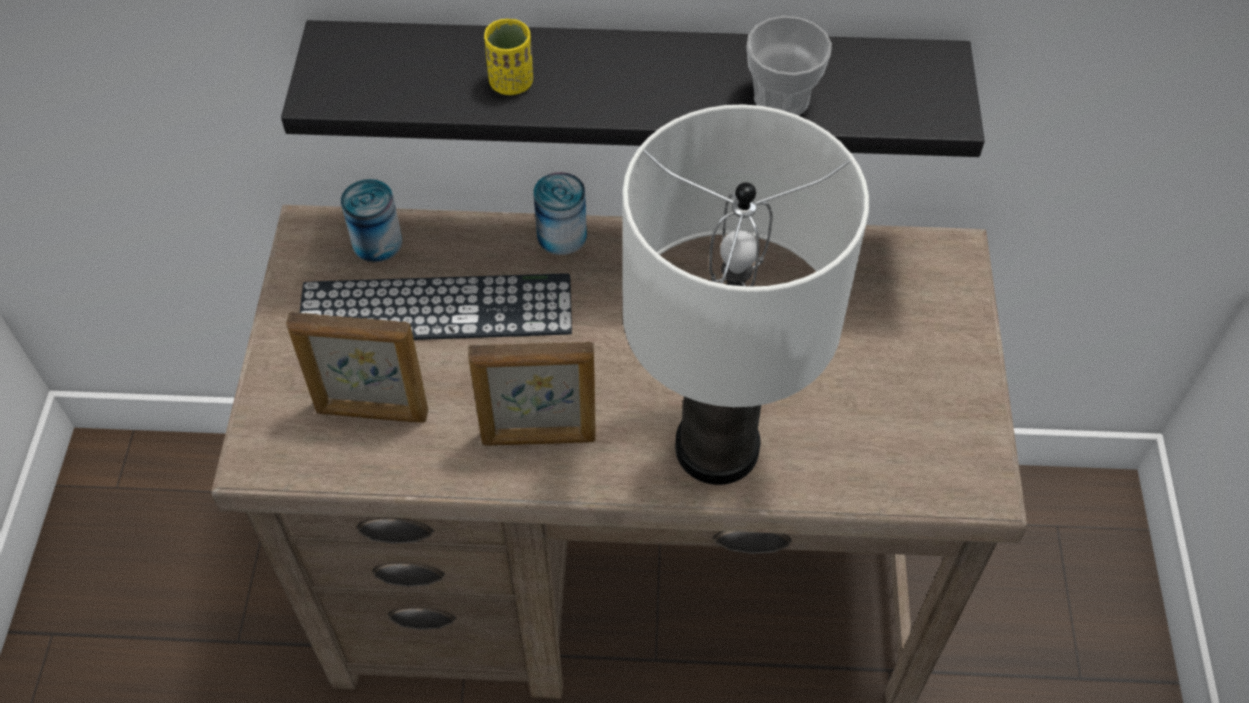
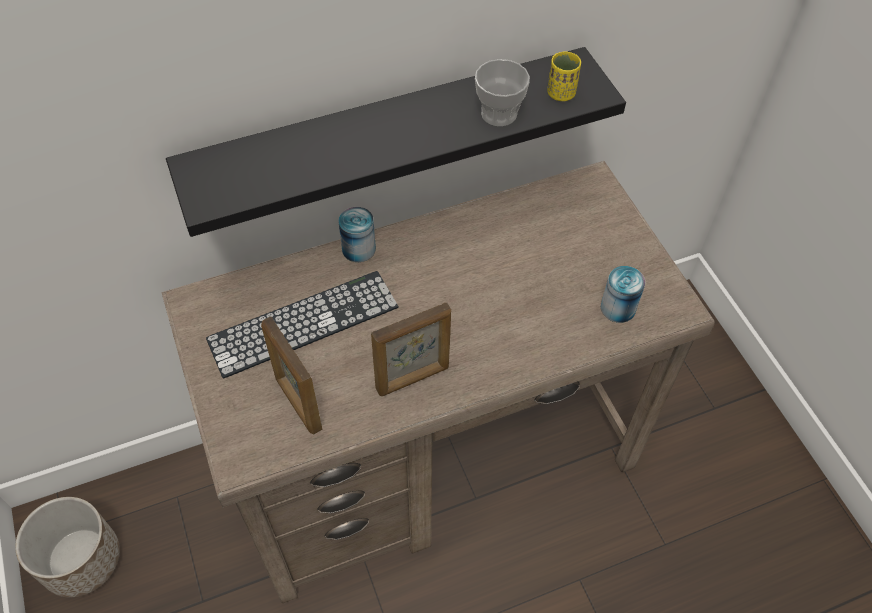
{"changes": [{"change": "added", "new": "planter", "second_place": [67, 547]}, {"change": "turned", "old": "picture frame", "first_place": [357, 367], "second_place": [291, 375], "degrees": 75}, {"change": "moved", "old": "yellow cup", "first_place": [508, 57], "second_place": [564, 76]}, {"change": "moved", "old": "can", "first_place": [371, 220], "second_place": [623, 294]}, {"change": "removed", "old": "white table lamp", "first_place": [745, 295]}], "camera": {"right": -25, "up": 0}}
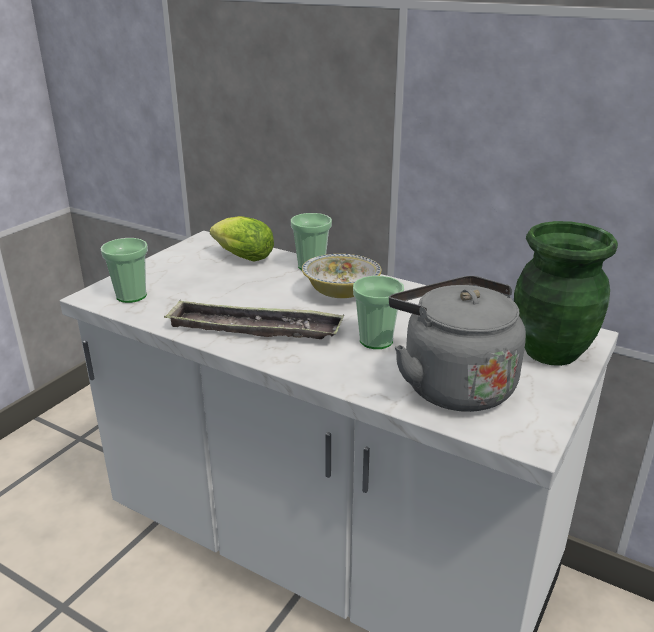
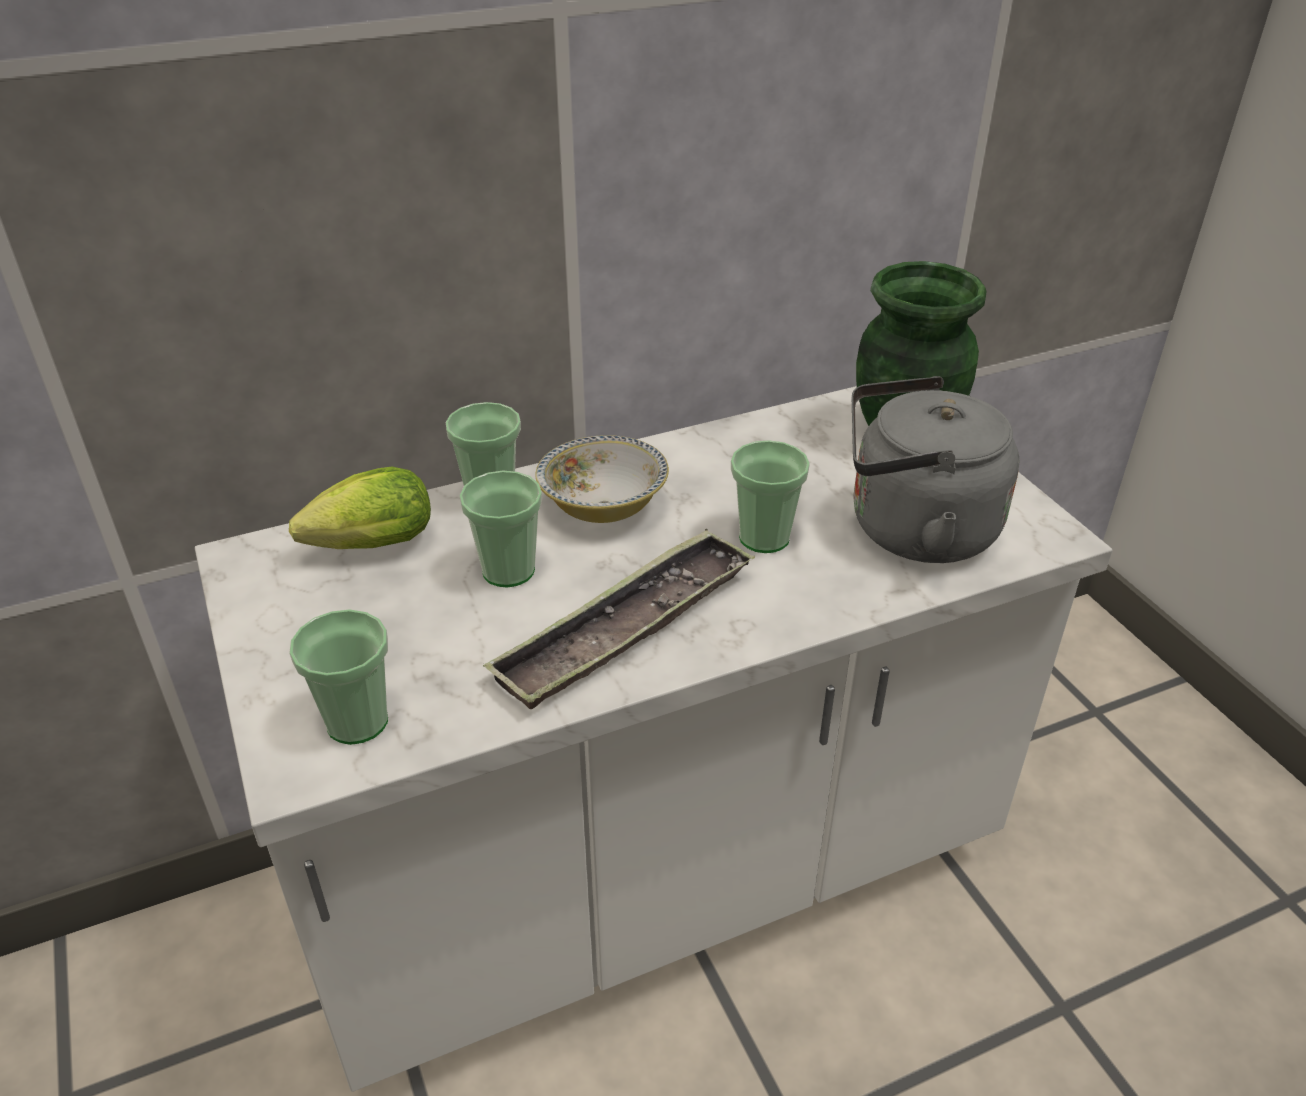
{"changes": [{"change": "added", "new": "cup", "second_place": [500, 529]}], "camera": {"right": -55, "up": 10}}
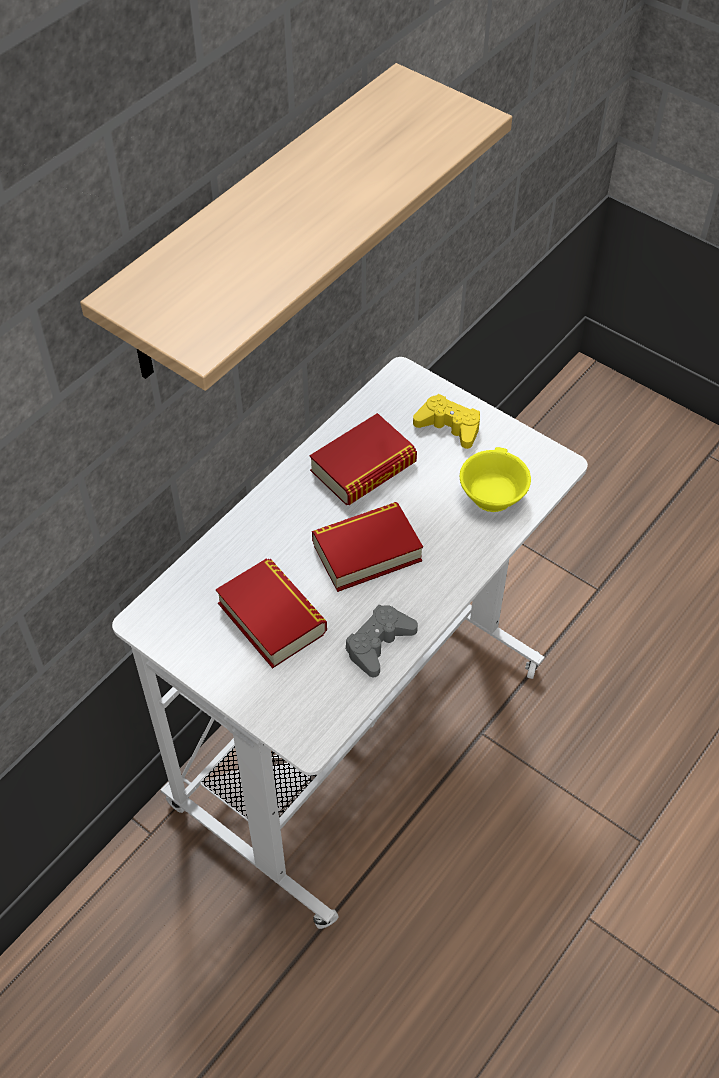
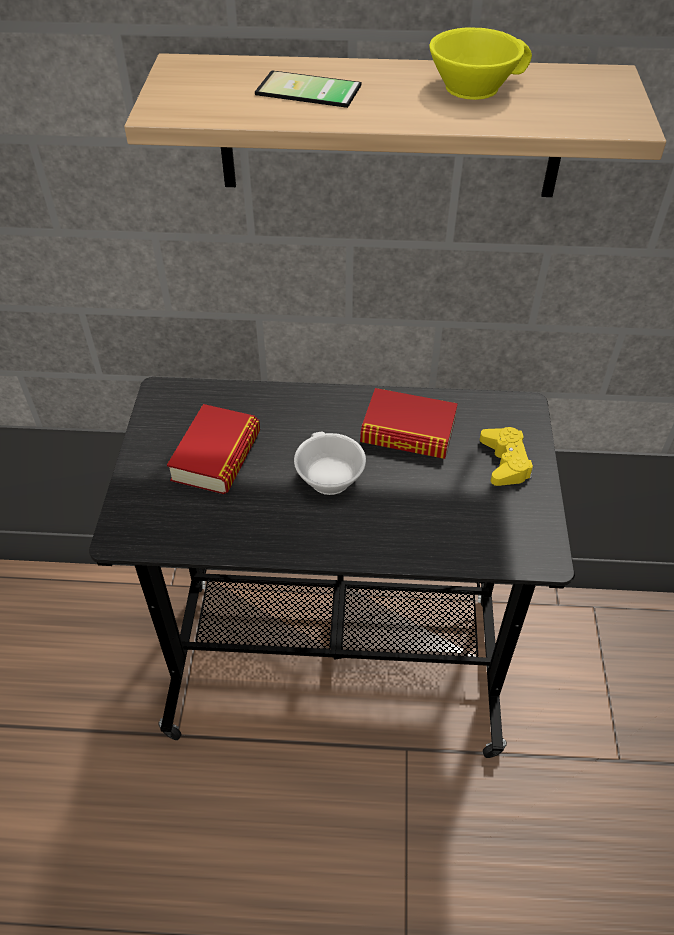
{"changes": [{"change": "recoloured", "old": "white desk", "new": "black desk", "first_place": [350, 643], "second_place": [332, 567]}, {"change": "added", "new": "phone", "second_place": [308, 89]}, {"change": "replaced", "old": "book", "new": "white cup", "first_place": [367, 547], "second_place": [330, 463]}, {"change": "moved", "old": "yellow cup", "first_place": [495, 479], "second_place": [480, 63]}, {"change": "removed", "old": "grey game controller", "first_place": [381, 641]}], "camera": {"right": 55, "up": -5}}
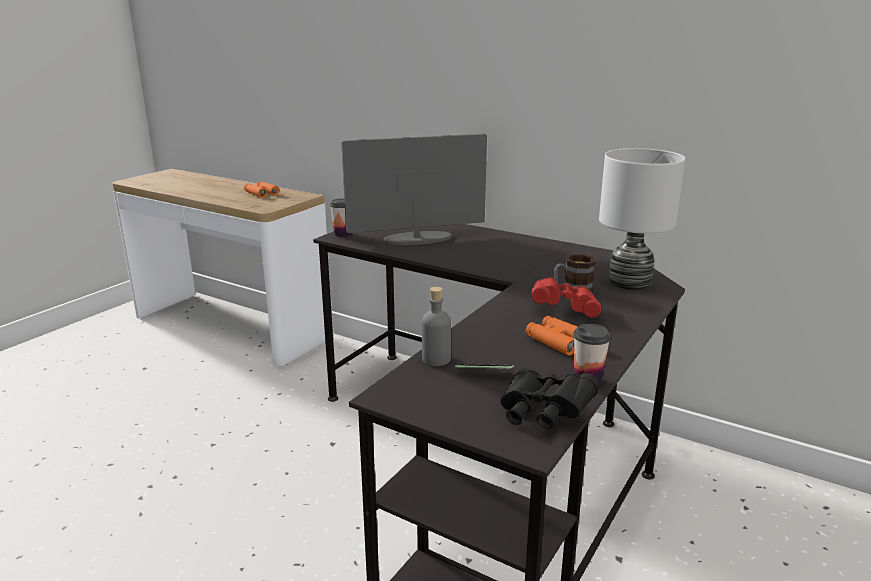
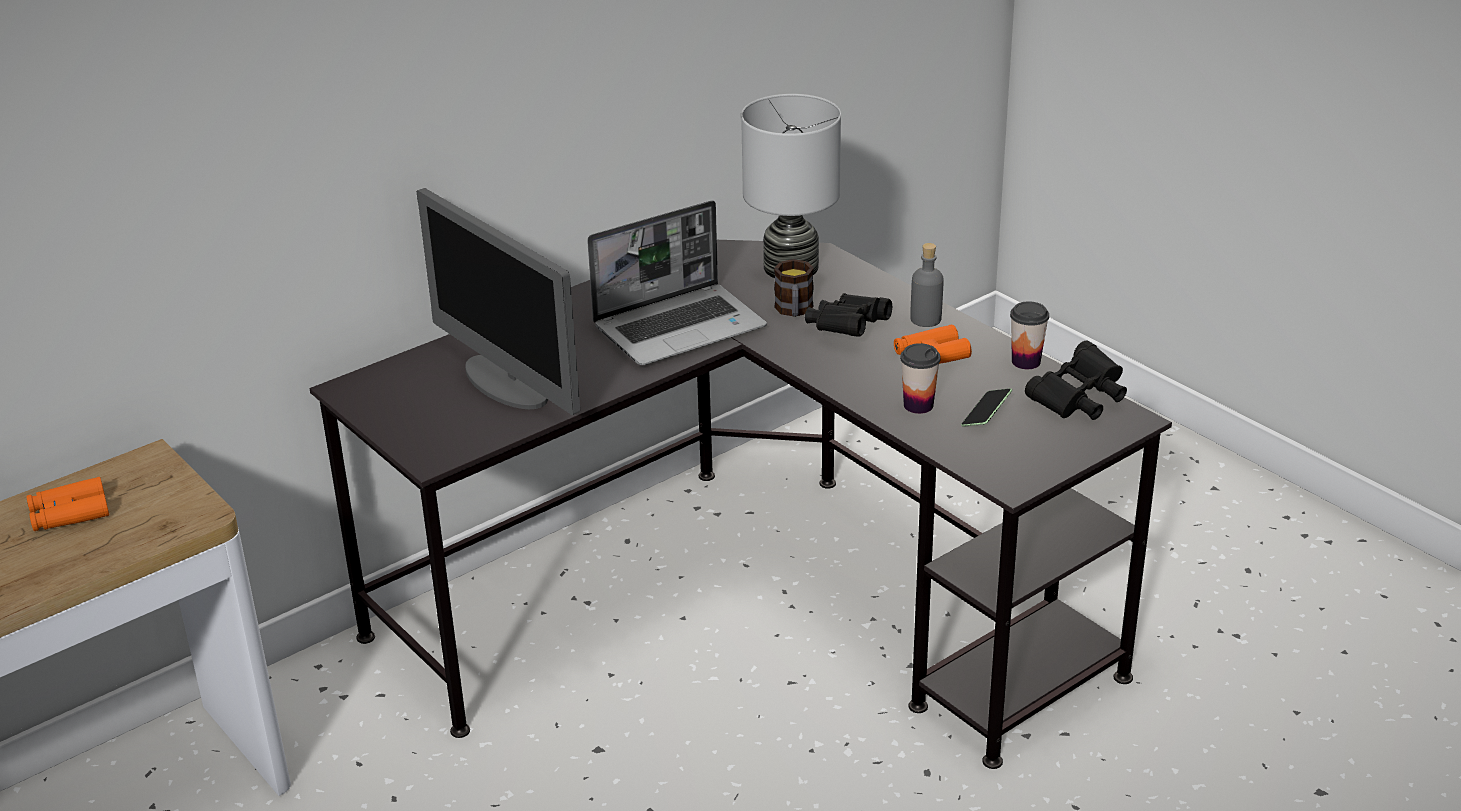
{"changes": [{"change": "turned", "old": "monitor", "first_place": [414, 189], "second_place": [498, 301], "degrees": -45}, {"change": "added", "new": "laptop", "second_place": [677, 282]}, {"change": "recoloured", "old": "red binoculars", "new": "black binoculars", "first_place": [566, 297], "second_place": [848, 315]}, {"change": "moved", "old": "cup", "first_place": [340, 218], "second_place": [920, 378]}, {"change": "moved", "old": "grey bottle", "first_place": [436, 326], "second_place": [927, 285]}], "camera": {"right": -70, "up": 10}}
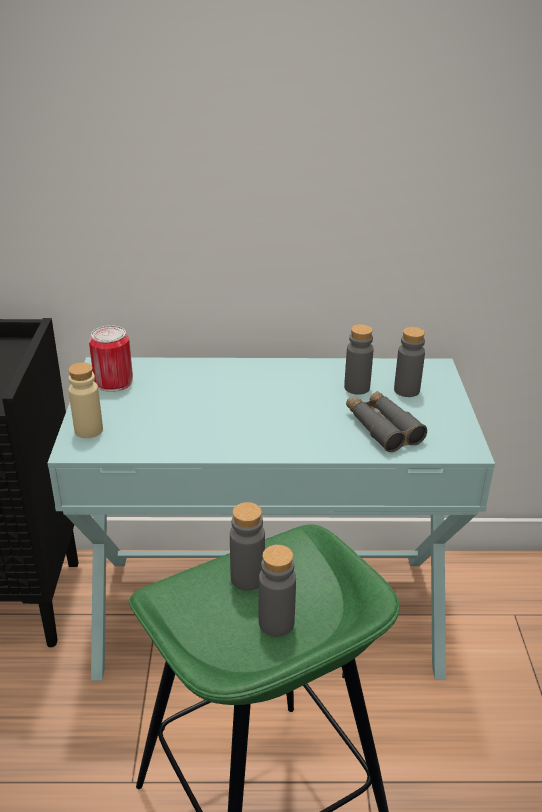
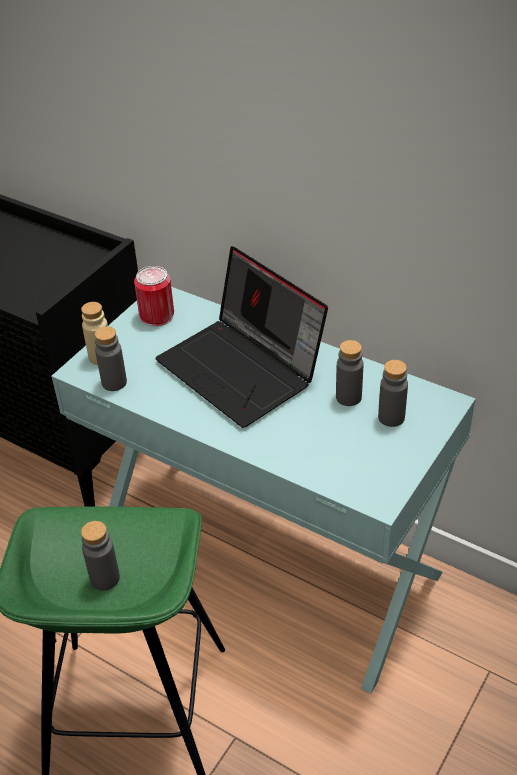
{"changes": [{"change": "moved", "old": "grey bottle", "first_place": [247, 546], "second_place": [111, 358]}, {"change": "added", "new": "laptop", "second_place": [241, 337]}, {"change": "removed", "old": "grey binoculars", "first_place": [386, 421]}], "camera": {"right": 35, "up": 10}}
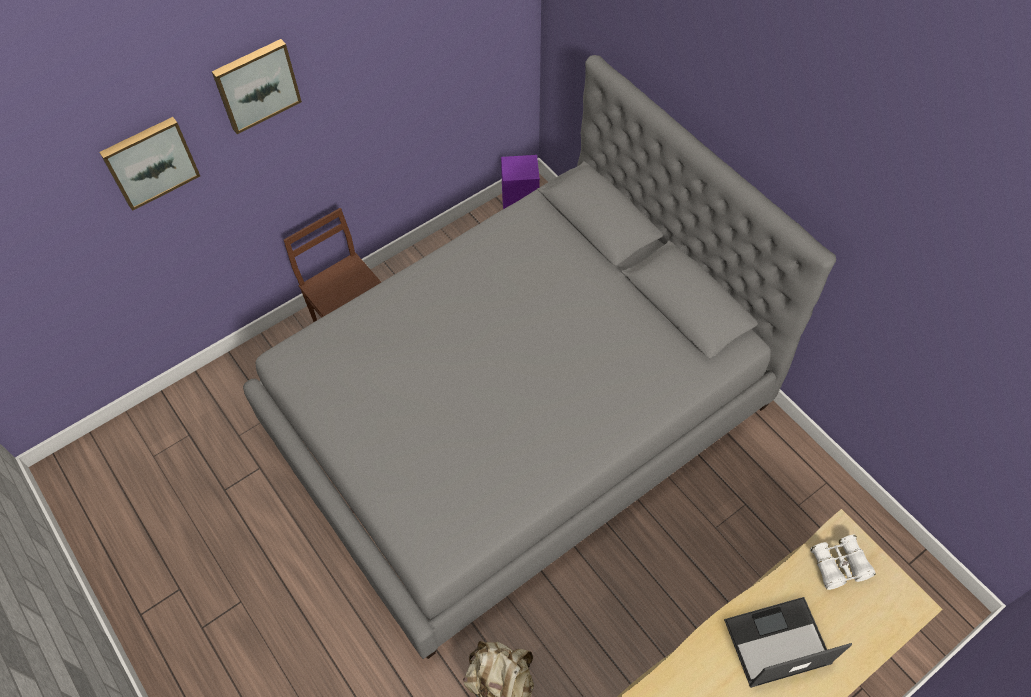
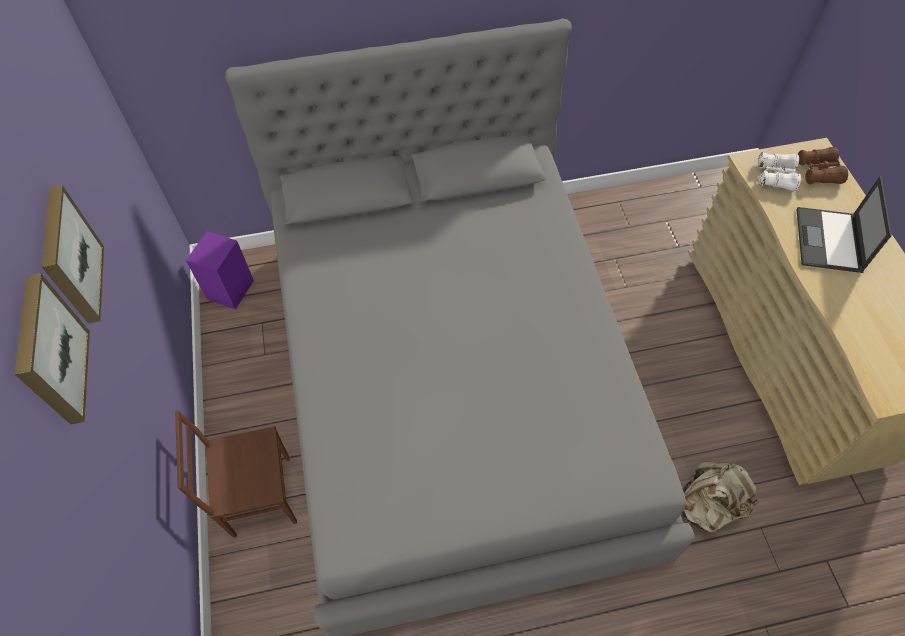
{"changes": [{"change": "moved", "old": "picture", "first_place": [149, 164], "second_place": [72, 254]}, {"change": "added", "new": "brown binoculars", "second_place": [823, 165]}], "camera": {"right": -65, "up": 0}}
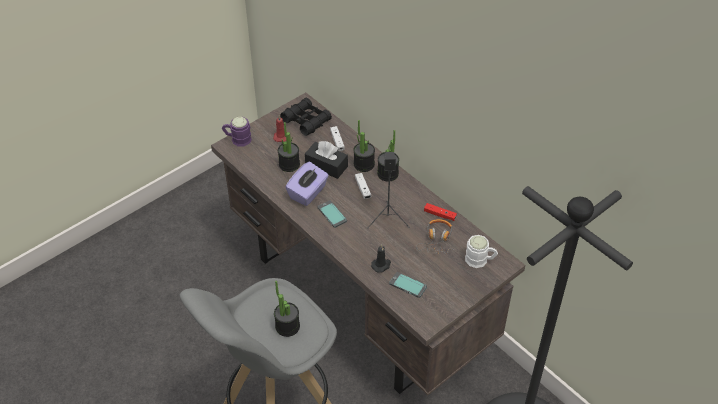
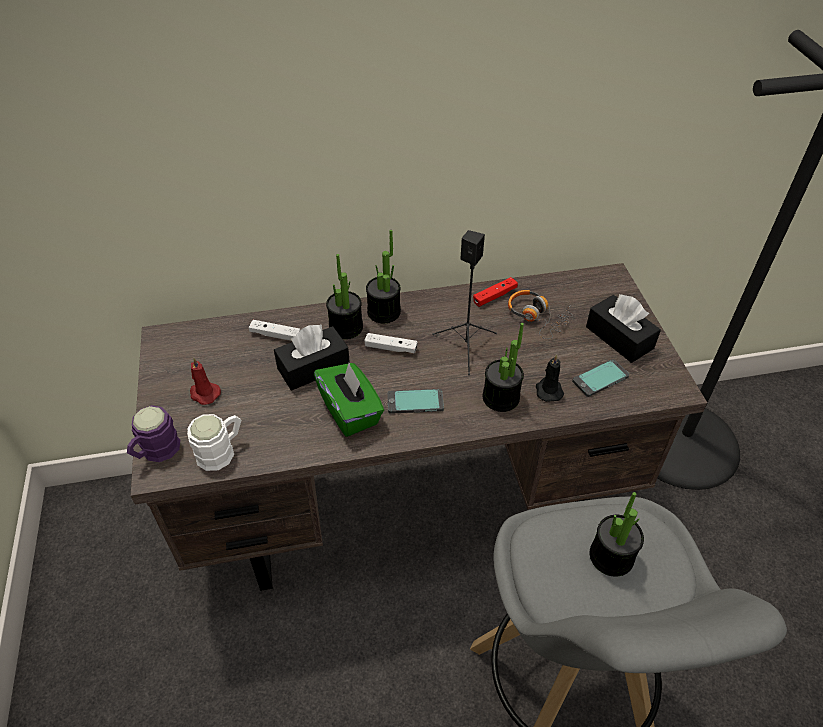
{"changes": [{"change": "moved", "old": "white mug", "first_place": [481, 251], "second_place": [214, 442]}, {"change": "recoloured", "old": "purple tissue box", "new": "green tissue box", "first_place": [307, 183], "second_place": [349, 400]}, {"change": "moved", "old": "potted plant", "first_place": [289, 147], "second_place": [503, 367]}, {"change": "added", "new": "black tissue box", "second_place": [623, 328]}, {"change": "removed", "old": "black binoculars", "first_place": [306, 117]}], "camera": {"right": -60, "up": 0}}
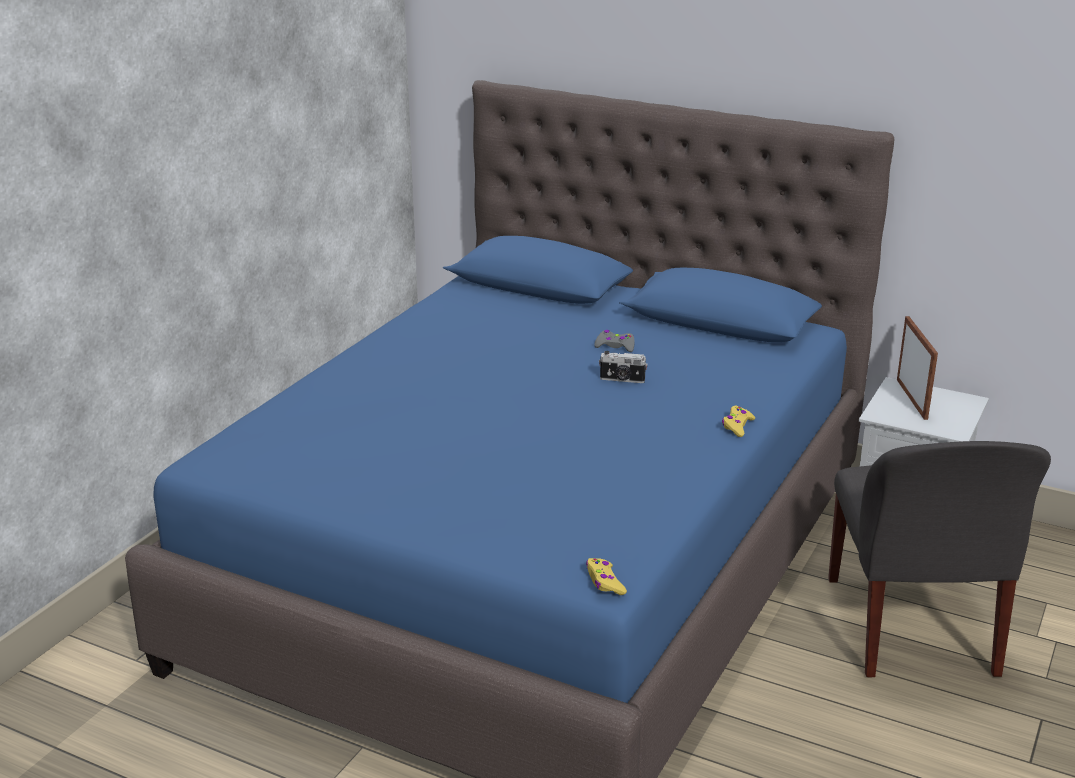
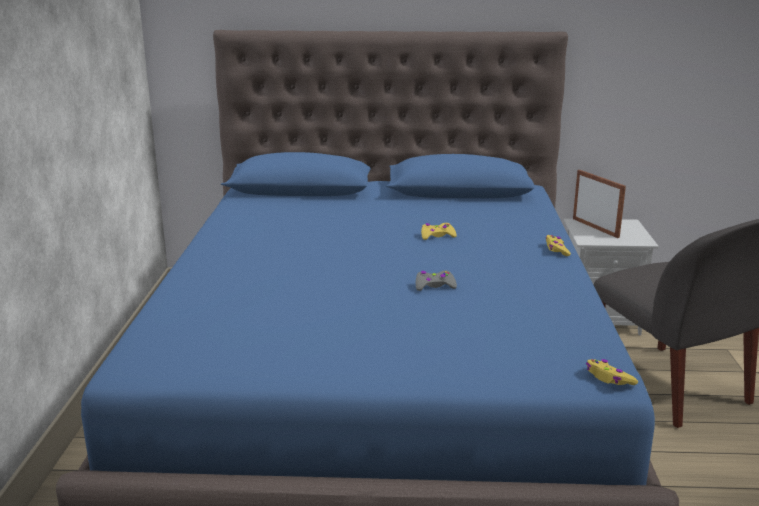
{"changes": [{"change": "moved", "old": "grey game controller", "first_place": [614, 341], "second_place": [436, 280]}, {"change": "replaced", "old": "photo camera", "new": "yellow game controller", "first_place": [623, 367], "second_place": [439, 231]}], "camera": {"right": -25, "up": -5}}
